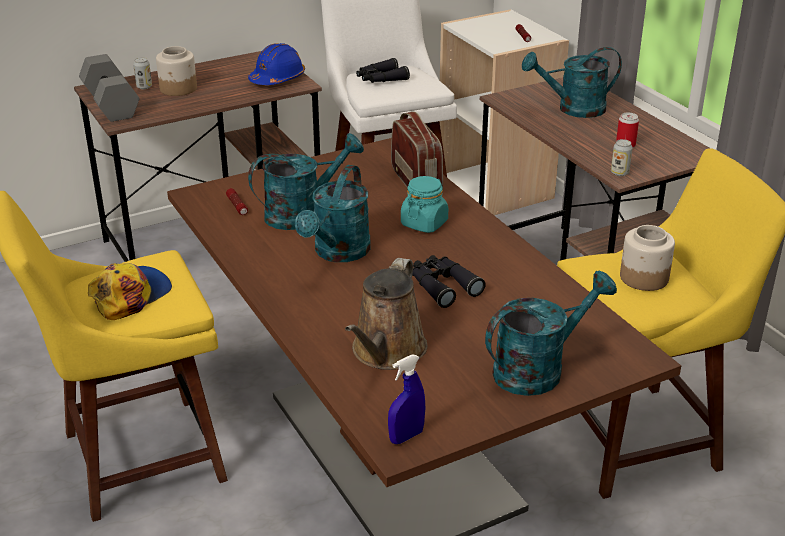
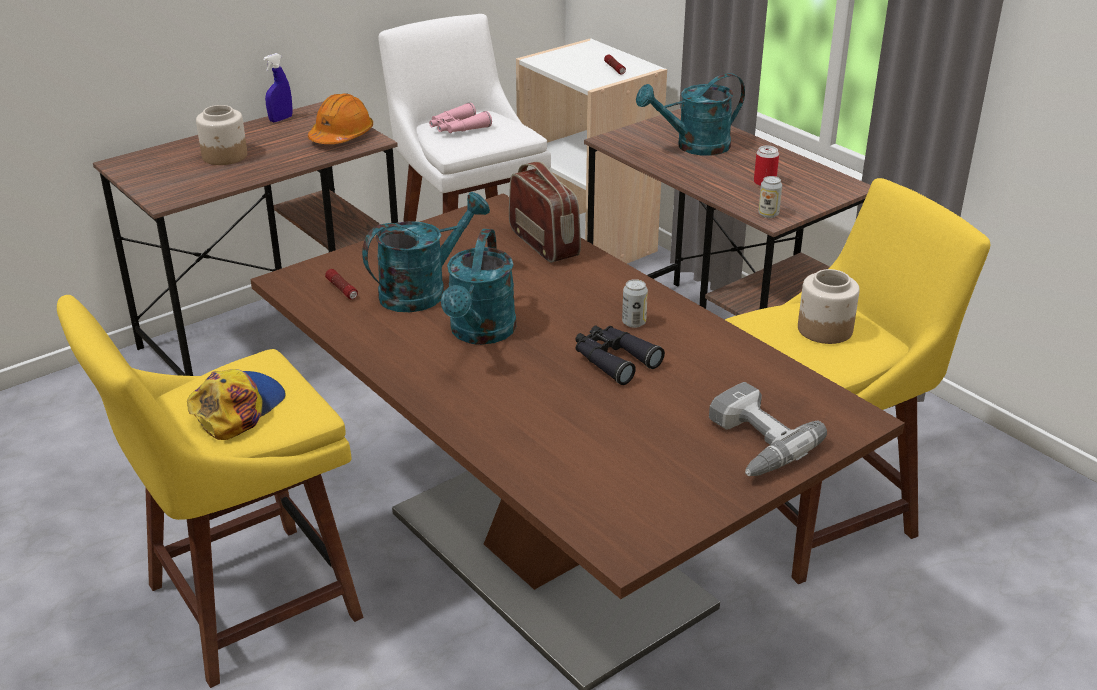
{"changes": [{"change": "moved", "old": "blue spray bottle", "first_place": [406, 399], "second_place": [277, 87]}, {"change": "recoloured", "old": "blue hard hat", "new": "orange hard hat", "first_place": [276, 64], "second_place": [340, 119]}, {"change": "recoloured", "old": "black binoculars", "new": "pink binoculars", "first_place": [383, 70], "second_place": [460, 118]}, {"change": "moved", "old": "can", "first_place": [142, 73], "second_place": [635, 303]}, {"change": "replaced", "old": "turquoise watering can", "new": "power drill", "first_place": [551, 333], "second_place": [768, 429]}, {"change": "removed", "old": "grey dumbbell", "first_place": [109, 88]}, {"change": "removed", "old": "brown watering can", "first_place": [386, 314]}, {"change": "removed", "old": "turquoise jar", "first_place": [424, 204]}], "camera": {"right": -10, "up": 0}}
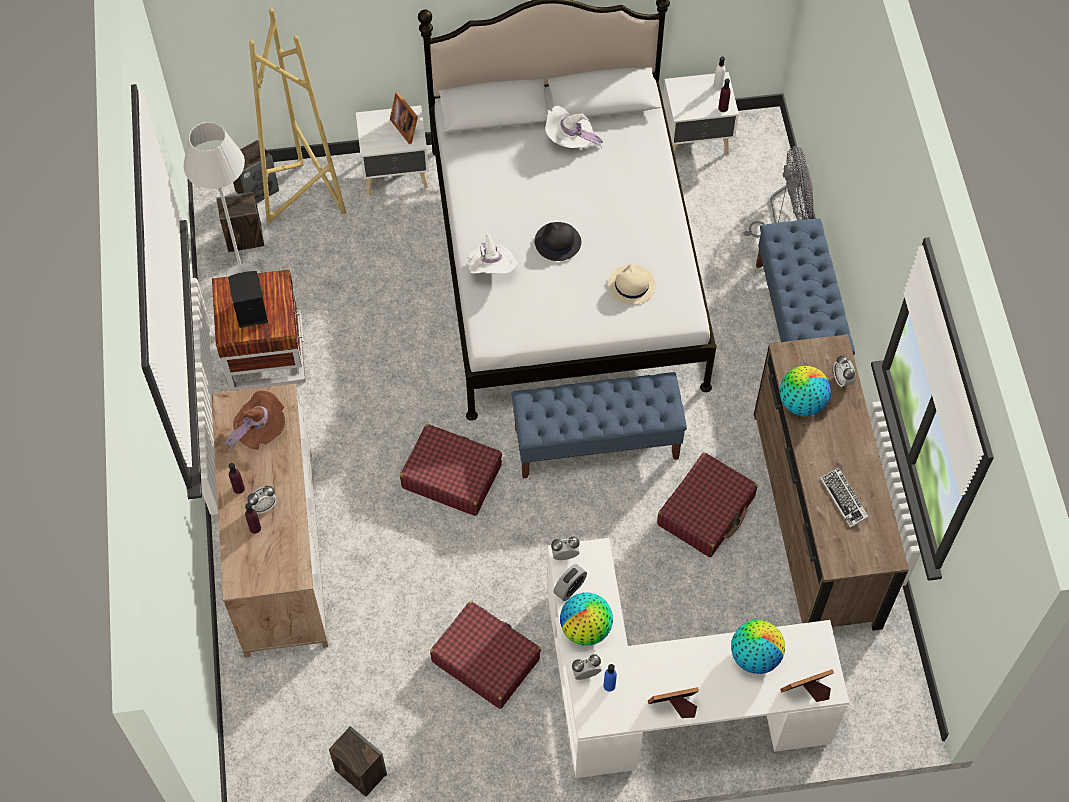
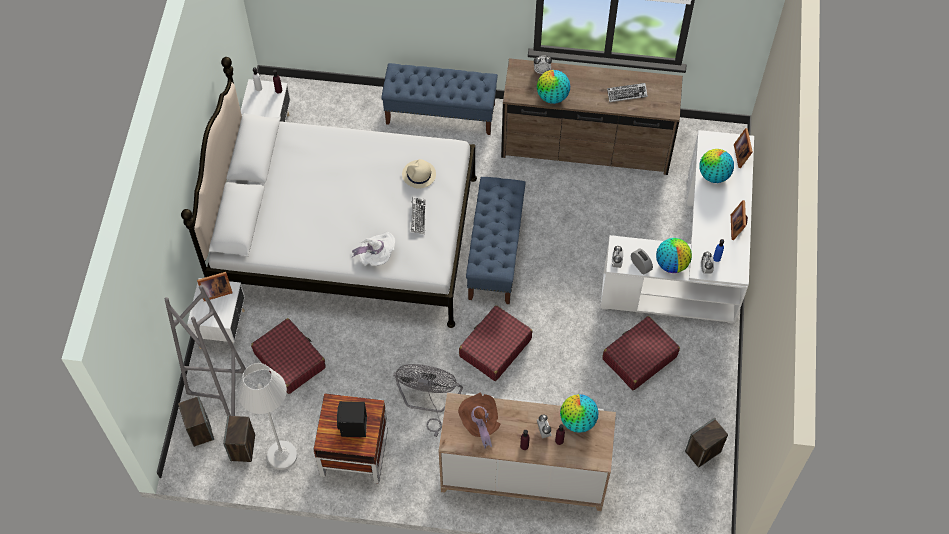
{"changes": [{"change": "recoloured", "old": "yellow clothes rack", "new": "grey clothes rack", "first_place": [297, 115], "second_place": [205, 350]}, {"change": "moved", "old": "red suitcase", "first_place": [707, 504], "second_place": [288, 356]}, {"change": "moved", "old": "grey fan", "first_place": [778, 192], "second_place": [428, 400]}, {"change": "added", "new": "keyboard", "second_place": [418, 215]}, {"change": "added", "new": "globe", "second_place": [579, 413]}, {"change": "removed", "old": "black hat", "first_place": [557, 241]}, {"change": "removed", "old": "white hat", "first_place": [574, 127]}], "camera": {"right": -75, "up": 0}}
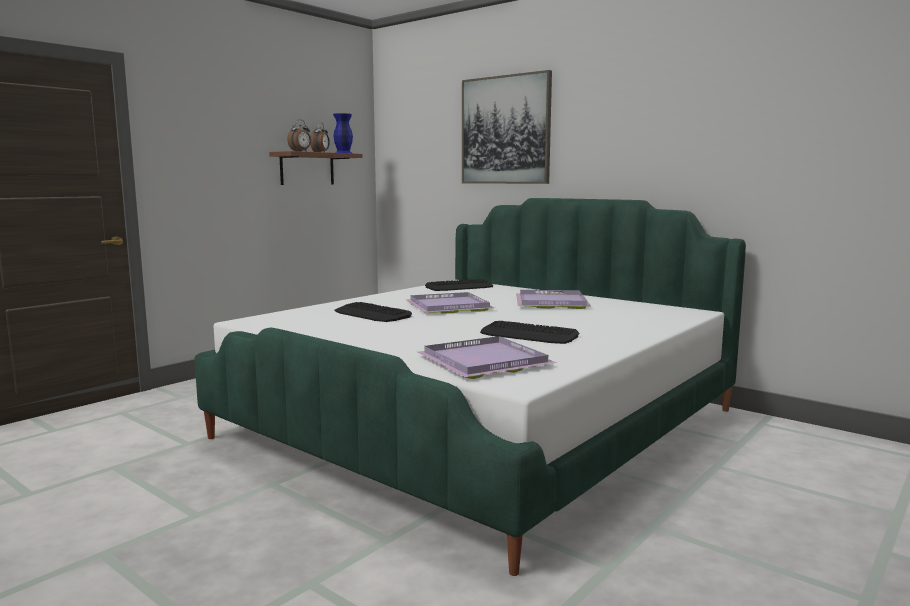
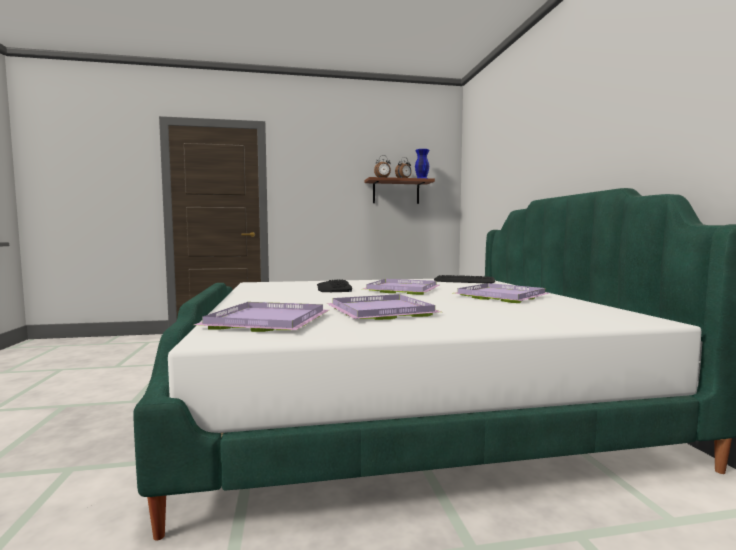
{"changes": [{"change": "replaced", "old": "keyboard", "new": "purple tray", "first_place": [529, 332], "second_place": [383, 307]}, {"change": "removed", "old": "picture", "first_place": [507, 127]}], "camera": {"right": 40, "up": -5}}
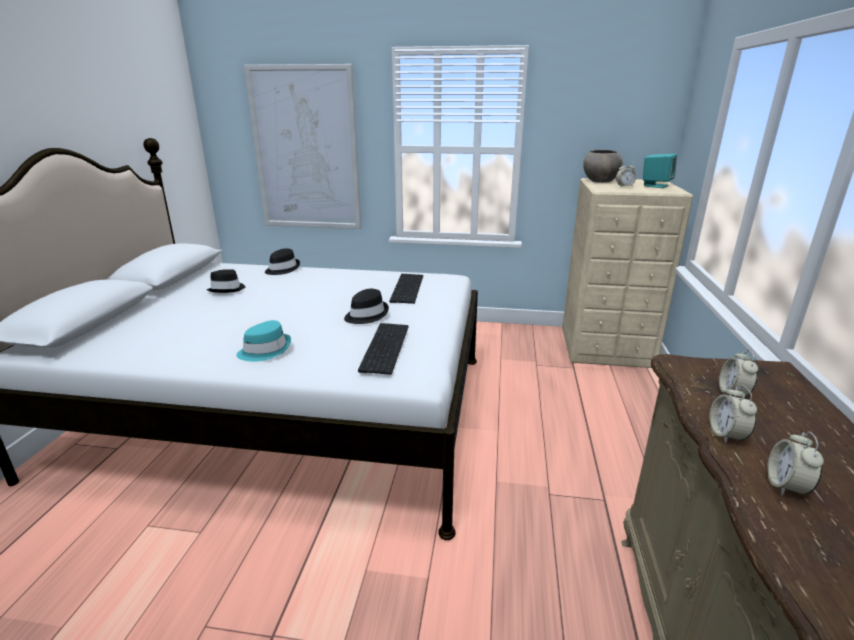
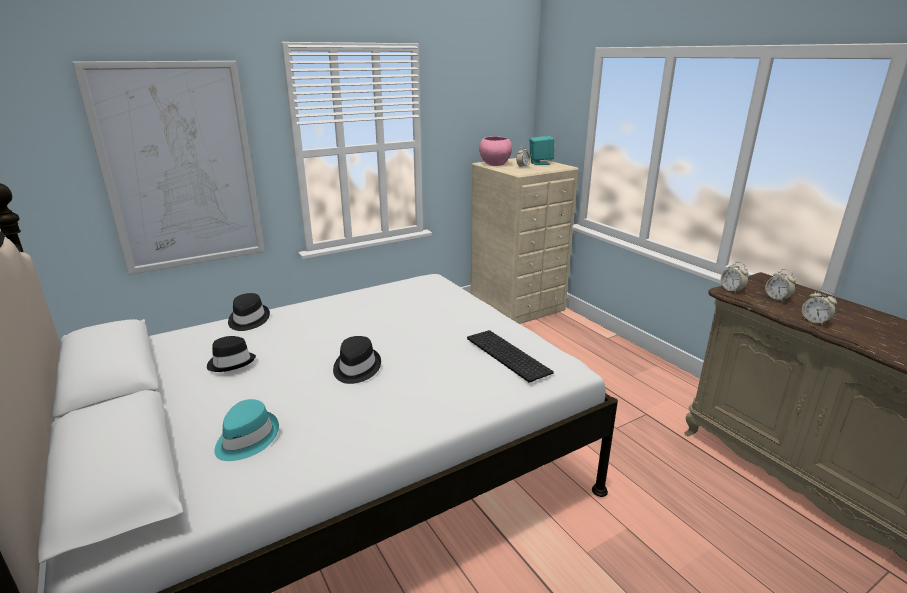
{"changes": [{"change": "moved", "old": "turquoise hat", "first_place": [263, 341], "second_place": [246, 430]}, {"change": "moved", "old": "black hat", "first_place": [366, 306], "second_place": [357, 360]}, {"change": "recoloured", "old": "grey bowl", "new": "pink bowl", "first_place": [603, 166], "second_place": [495, 151]}, {"change": "moved", "old": "alarm clock", "first_place": [795, 464], "second_place": [735, 278]}, {"change": "removed", "old": "keyboard", "first_place": [406, 289]}], "camera": {"right": -40, "up": 0}}
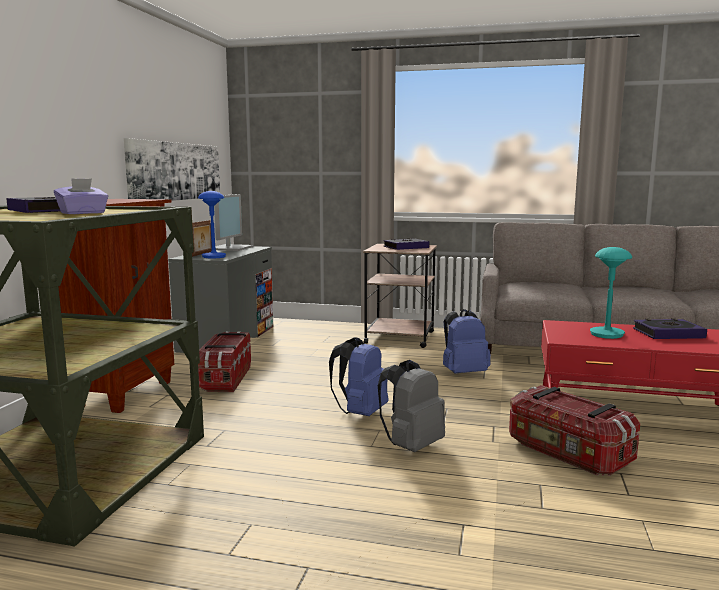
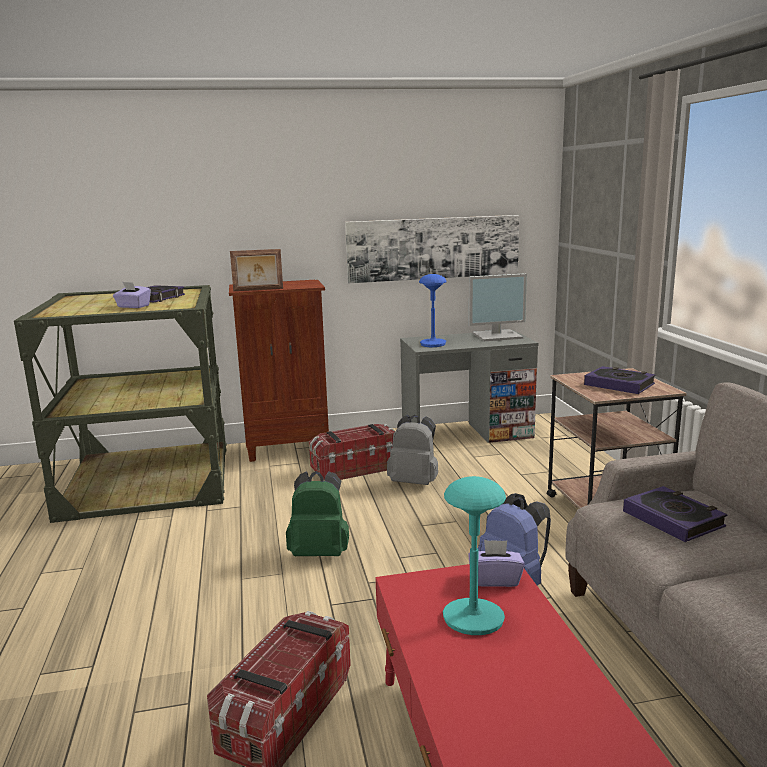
{"changes": [{"change": "moved", "old": "picture frame", "first_place": [202, 238], "second_place": [256, 270]}, {"change": "recoloured", "old": "blue backpack", "new": "green backpack", "first_place": [358, 376], "second_place": [317, 513]}, {"change": "moved", "old": "grey backpack", "first_place": [411, 406], "second_place": [412, 450]}, {"change": "added", "new": "purple tissue box", "second_place": [496, 563]}, {"change": "moved", "old": "book", "first_place": [670, 328], "second_place": [675, 514]}], "camera": {"right": 65, "up": 5}}
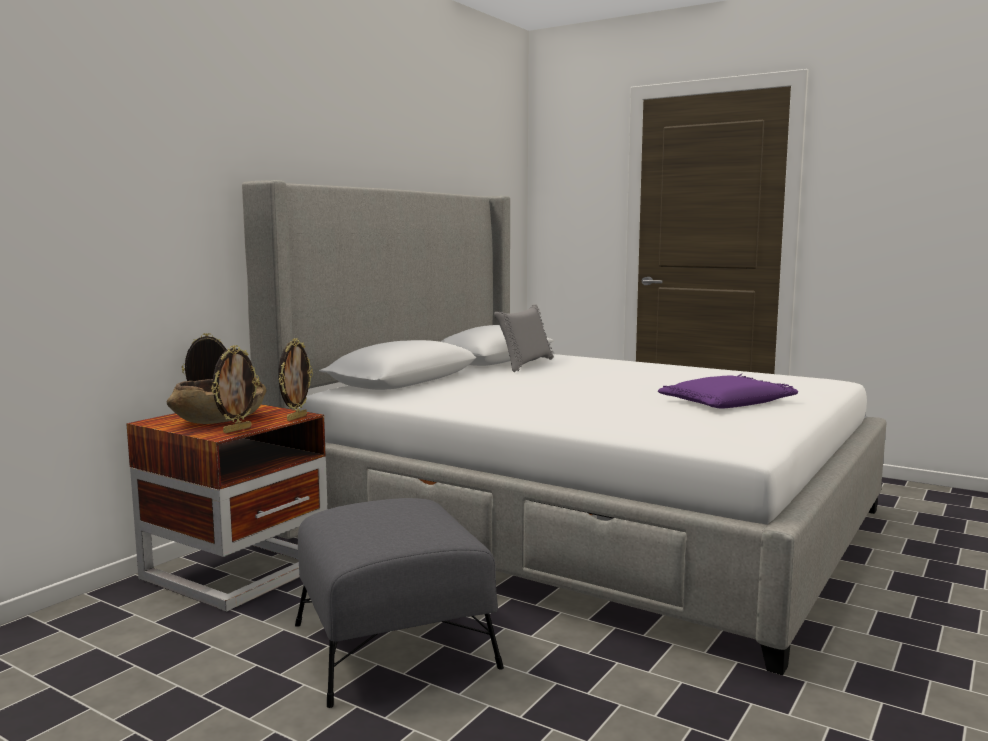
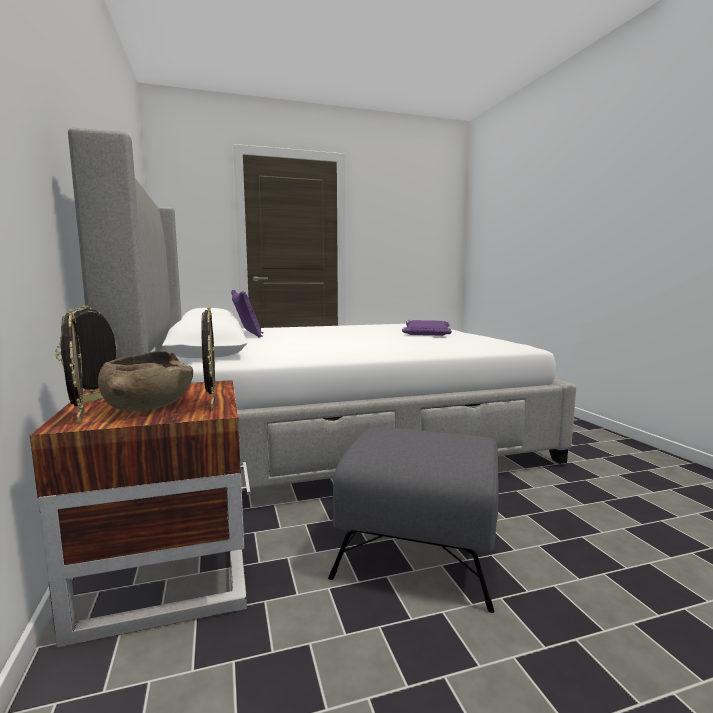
{"changes": [{"change": "moved", "old": "picture frame", "first_place": [295, 379], "second_place": [72, 366]}, {"change": "recoloured", "old": "grey pillow", "new": "purple pillow", "first_place": [523, 338], "second_place": [247, 314]}], "camera": {"right": -50, "up": 0}}
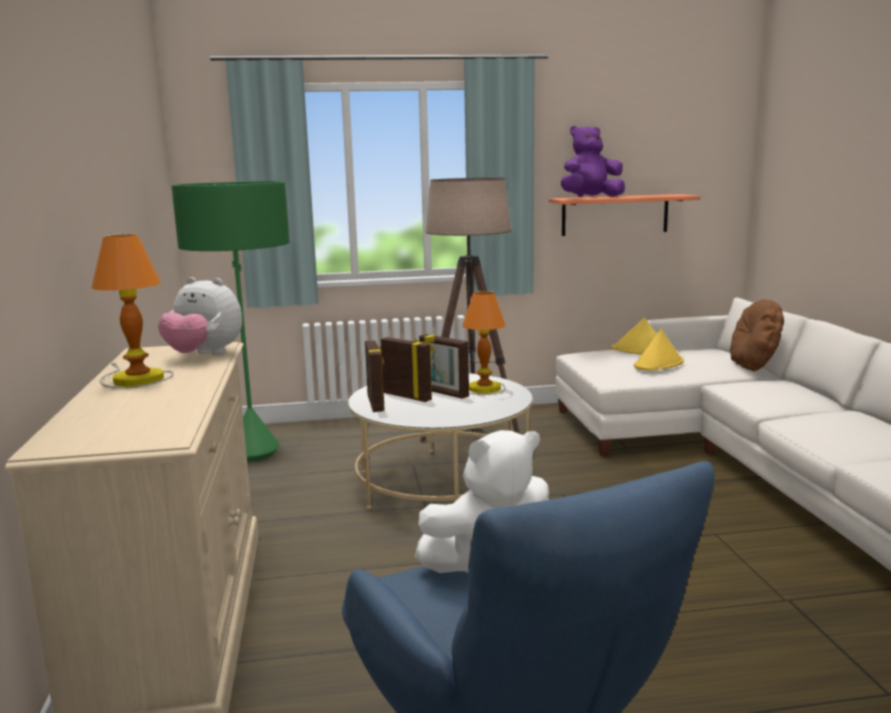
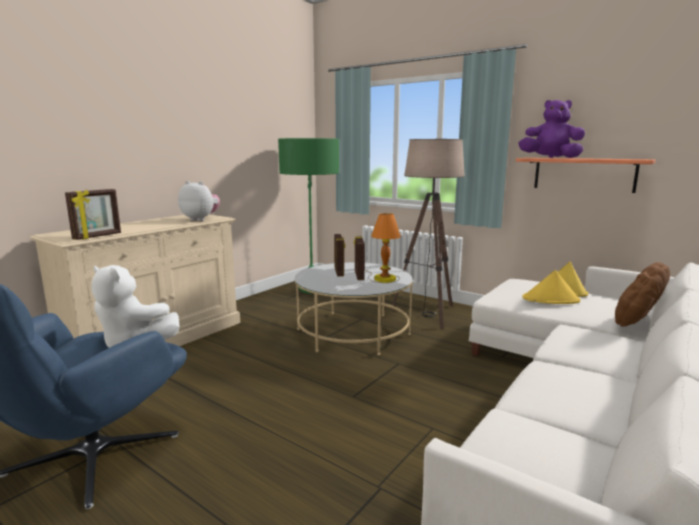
{"changes": [{"change": "moved", "old": "picture frame", "first_place": [374, 376], "second_place": [93, 214]}, {"change": "turned", "old": "plush toy", "first_place": [200, 316], "second_place": [199, 201], "degrees": 135}, {"change": "removed", "old": "table lamp", "first_place": [132, 311]}], "camera": {"right": 45, "up": 0}}
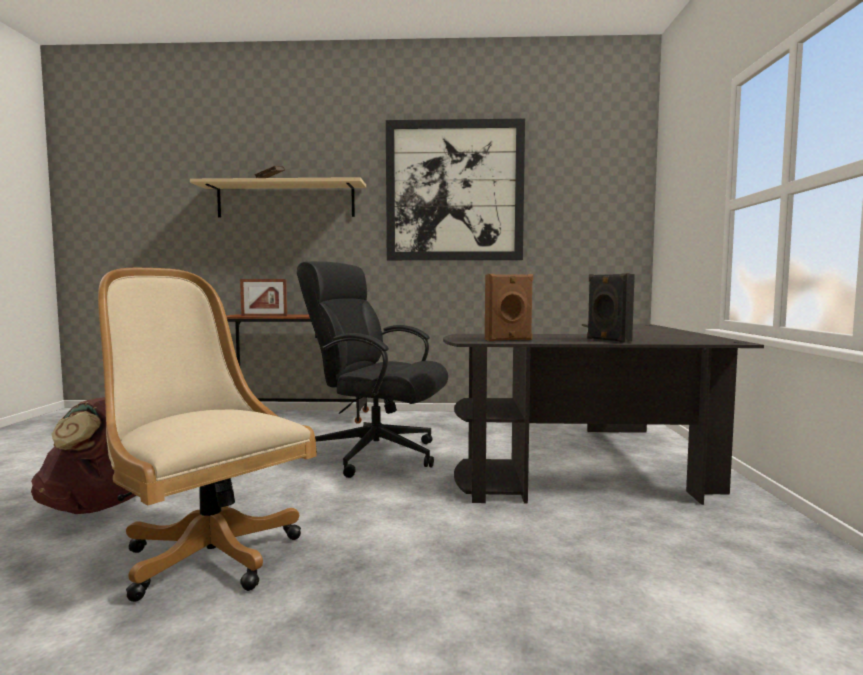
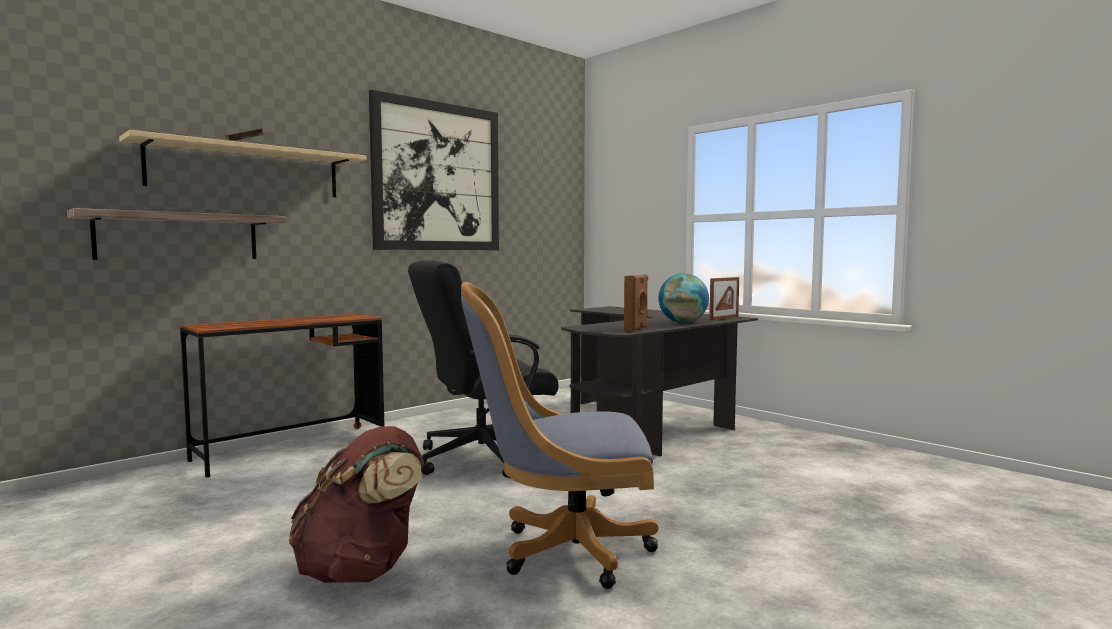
{"changes": [{"change": "added", "new": "shelf", "second_place": [176, 234]}, {"change": "recoloured", "old": "beige office chair", "new": "blue office chair", "first_place": [207, 435], "second_place": [559, 435]}, {"change": "replaced", "old": "black speaker", "new": "globe", "first_place": [611, 308], "second_place": [684, 298]}, {"change": "moved", "old": "picture frame", "first_place": [263, 298], "second_place": [724, 298]}], "camera": {"right": -45, "up": 0}}
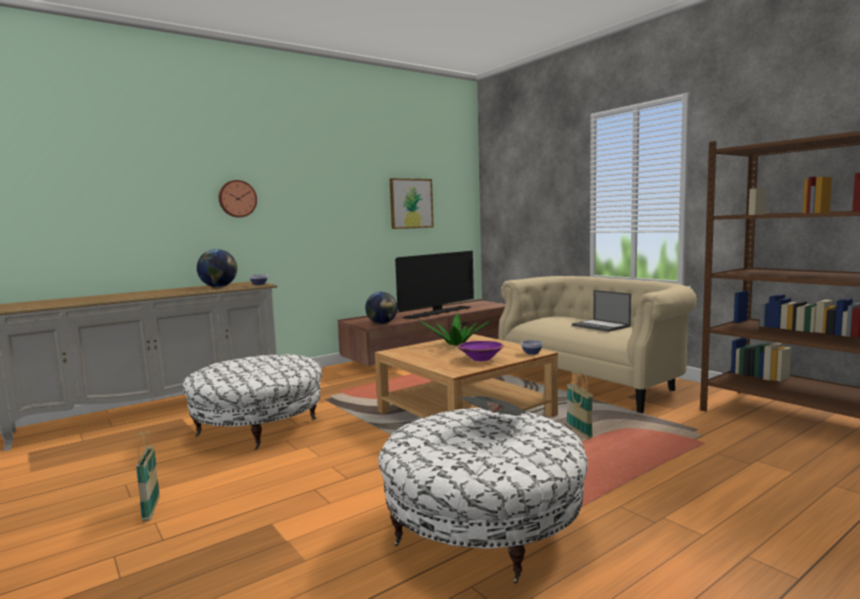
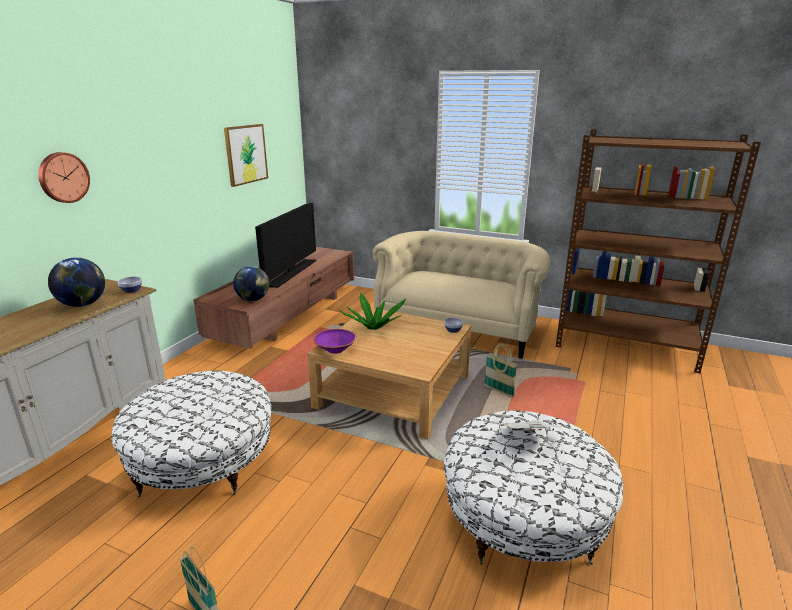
{"changes": [{"change": "moved", "old": "purple bowl", "first_place": [481, 351], "second_place": [335, 341]}, {"change": "removed", "old": "laptop", "first_place": [601, 311]}], "camera": {"right": -30, "up": 15}}
